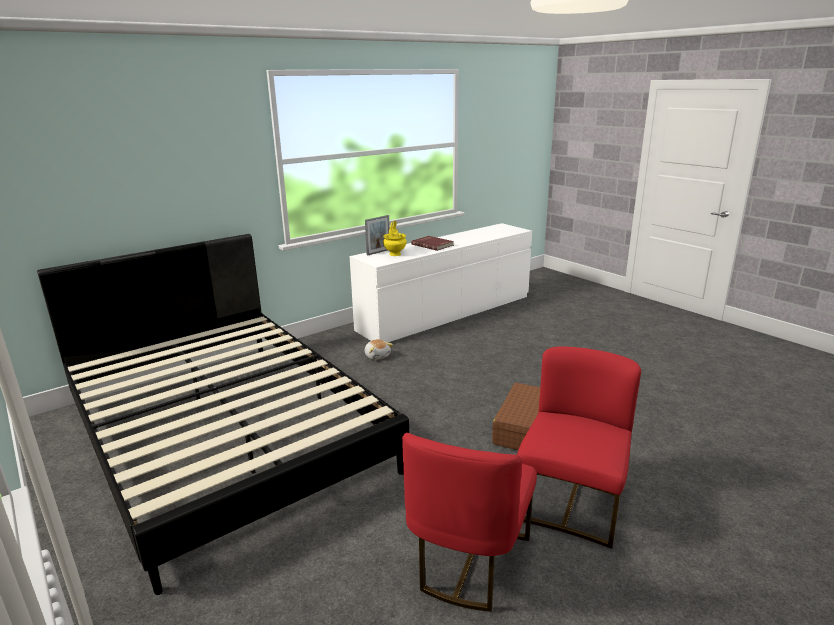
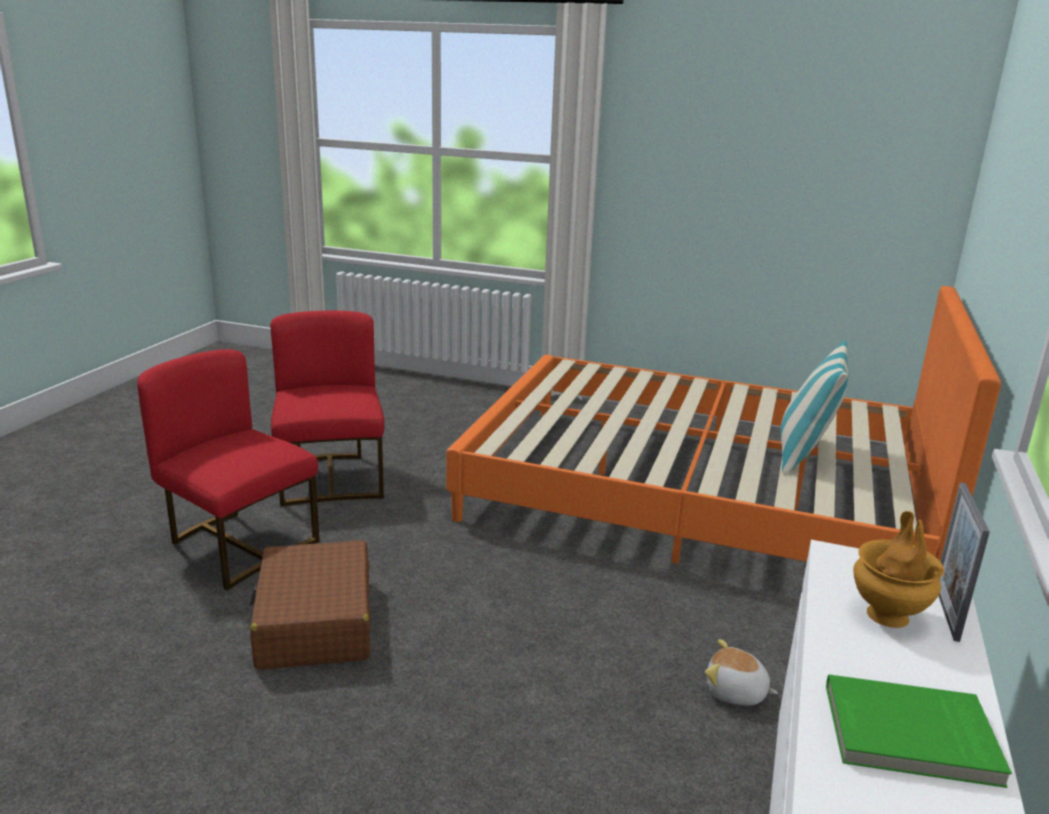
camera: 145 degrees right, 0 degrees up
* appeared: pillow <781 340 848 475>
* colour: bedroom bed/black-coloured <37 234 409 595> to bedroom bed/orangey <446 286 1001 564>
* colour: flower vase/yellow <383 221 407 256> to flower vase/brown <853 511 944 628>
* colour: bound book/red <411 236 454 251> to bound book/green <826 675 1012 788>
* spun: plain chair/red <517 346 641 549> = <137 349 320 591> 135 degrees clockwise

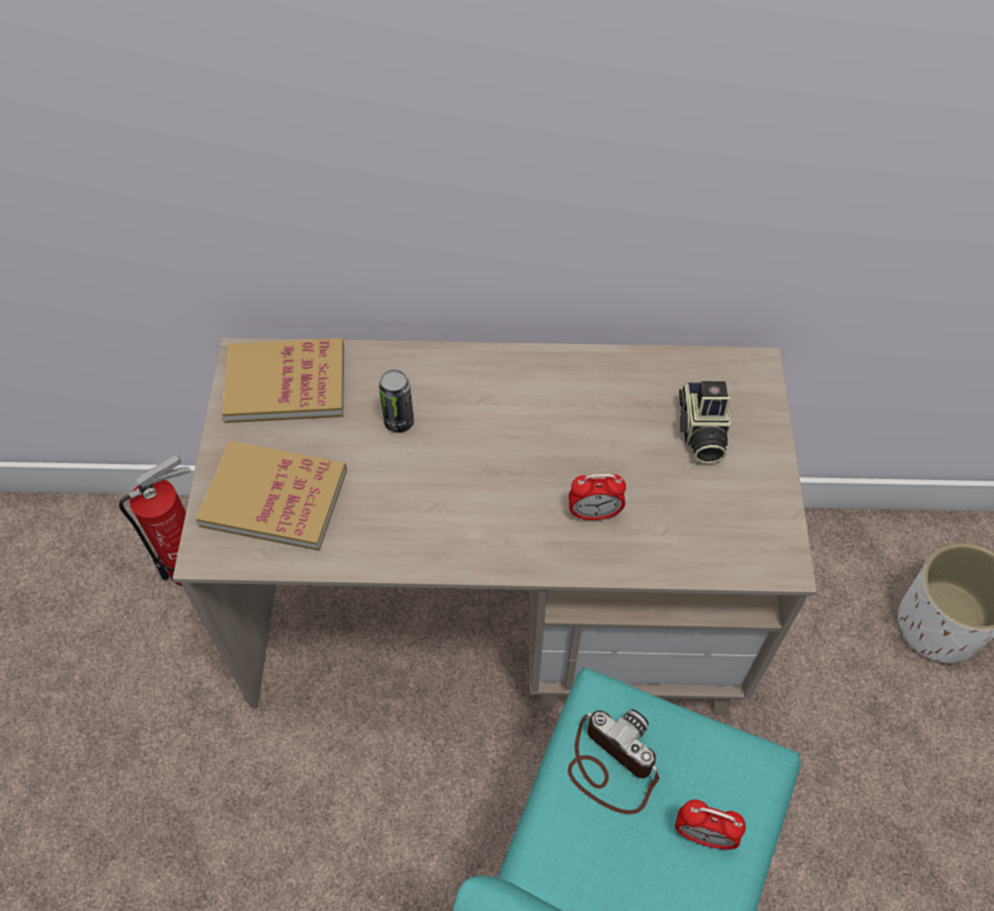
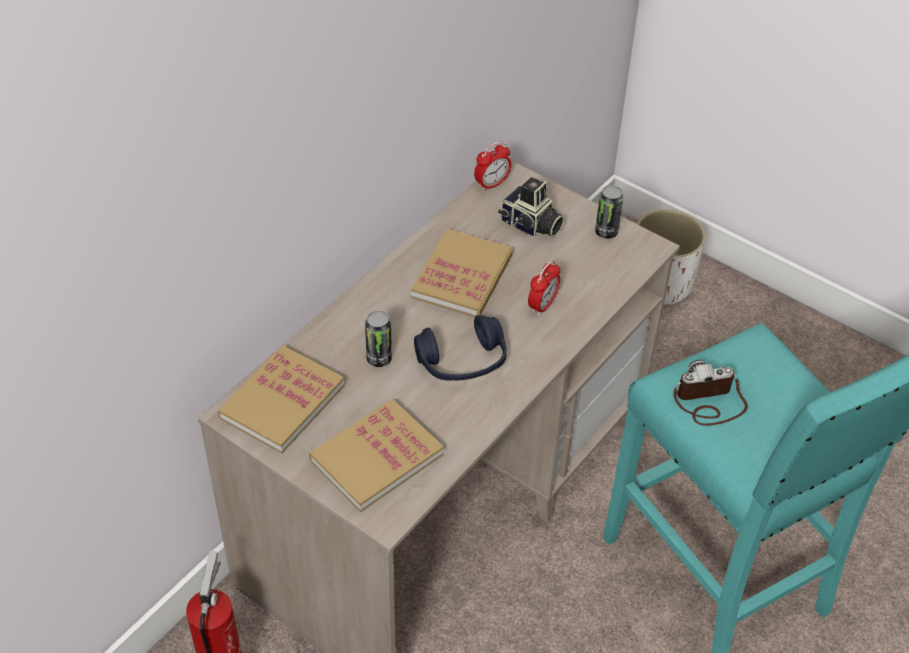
camera: 55 degrees left, 10 degrees down
* appeared: bound book <411 229 513 317>
* appeared: pair of headphones/blue-coloured <414 315 507 381>
* appeared: metal can <595 185 623 239>
* relocated: bedside clock <675 799 746 850> to <474 141 511 191>

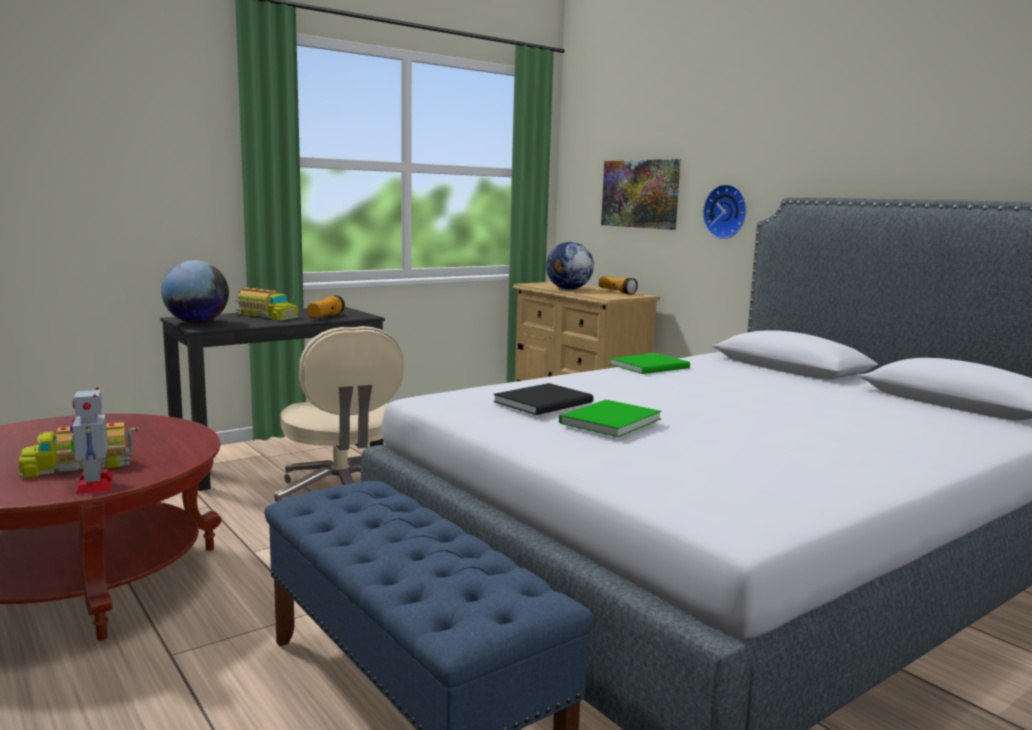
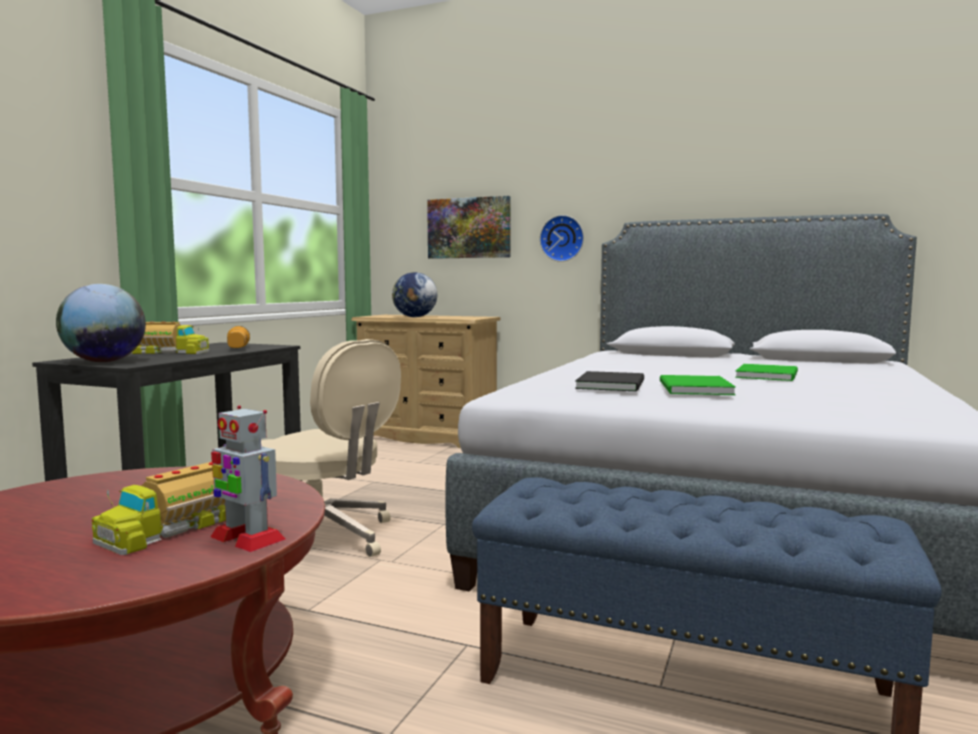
camera: 30 degrees left, 5 degrees down
* missing: flashlight <599 276 638 294>
* relocated: bound book/green <610 353 690 374> to <735 364 798 381>

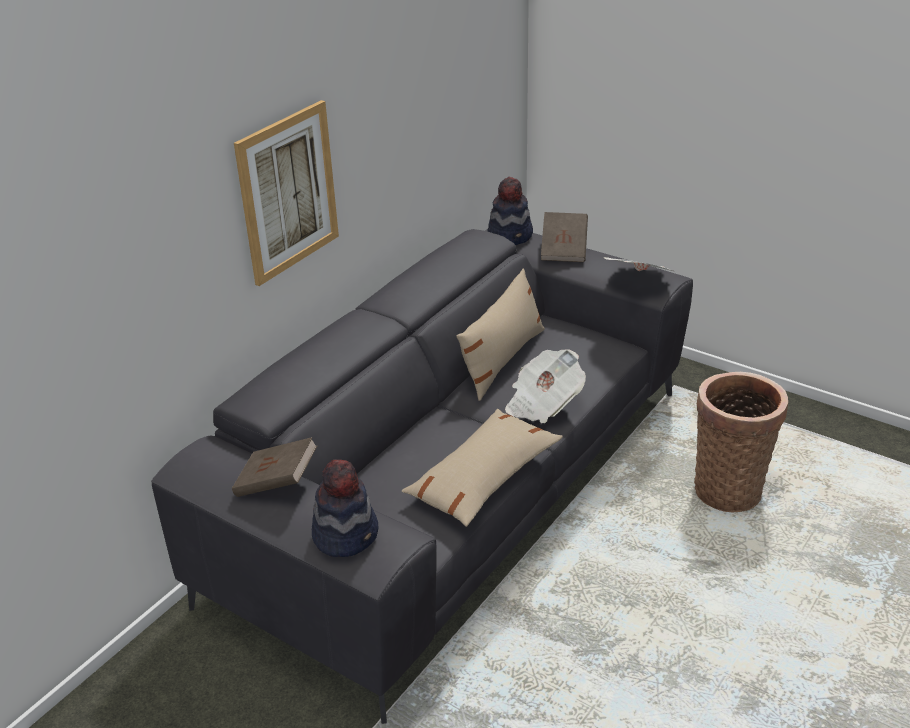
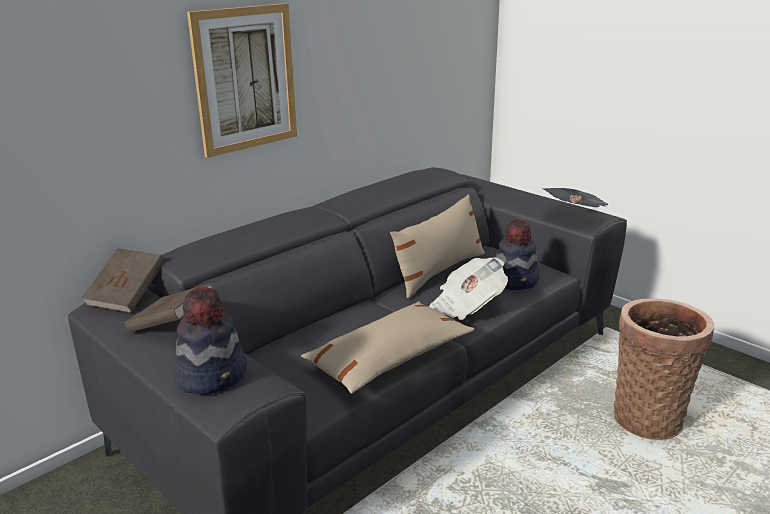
camera: 10 degrees right, 10 degrees down
* relocated: clothing hat <487 177 533 245> to <495 218 540 290>
* relocated: bound book/brown <541 212 588 262> to <82 248 165 313>

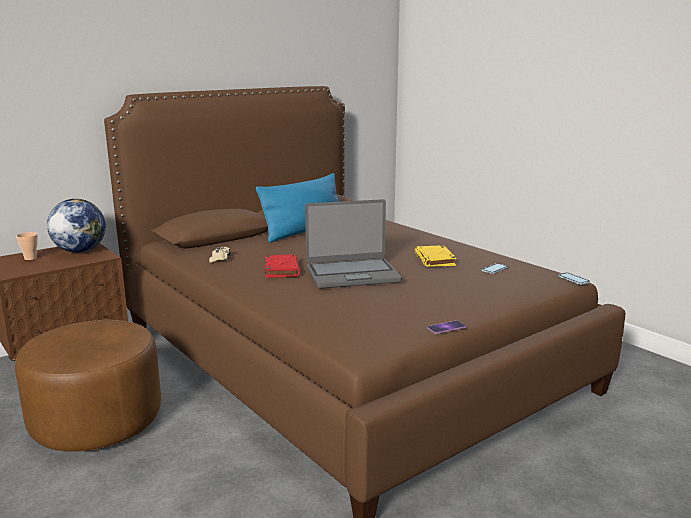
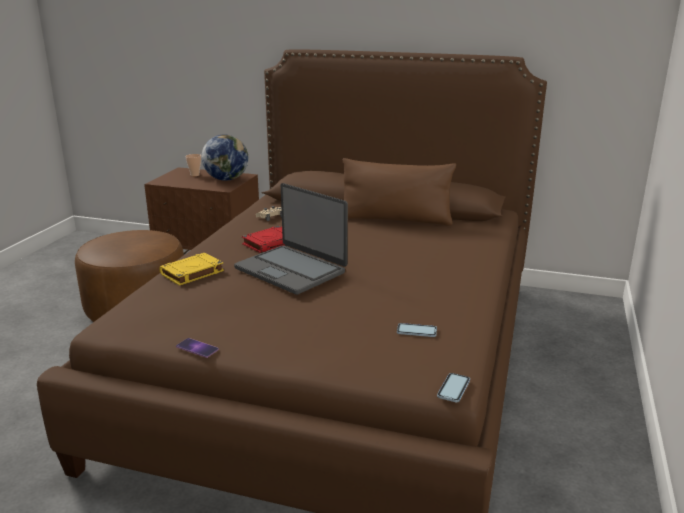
camera: 55 degrees right, 5 degrees up
* relocated: bound book/yellow <414 245 456 267> to <159 253 224 285>
* colour: pillow/blue-coloured <256 173 339 243> to pillow/brown <343 158 456 226>

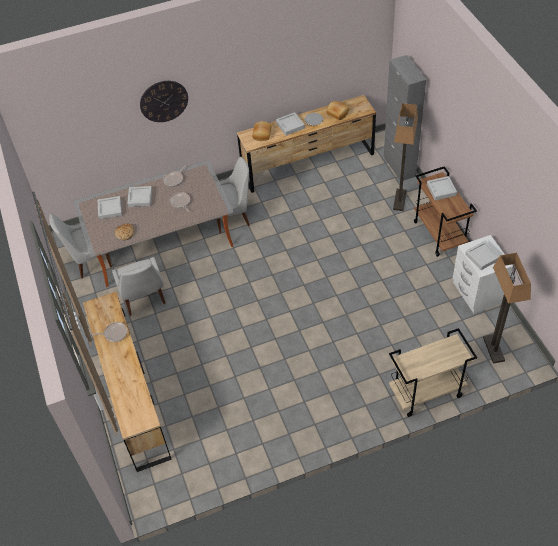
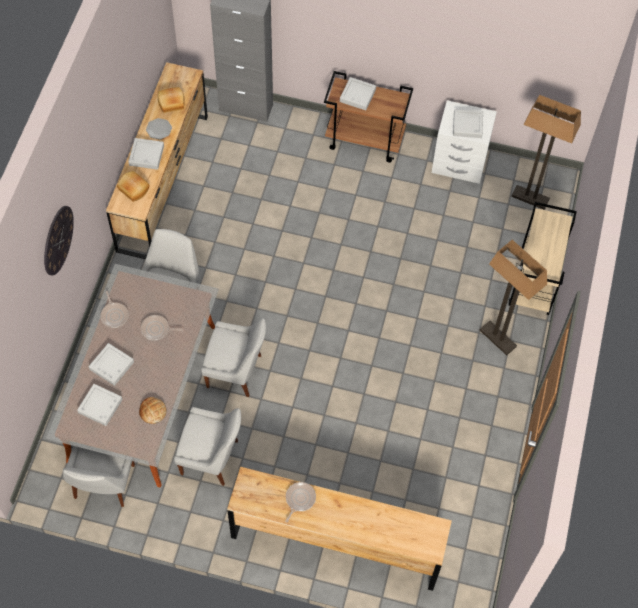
camera: 60 degrees left, 10 degrees up
* appeared: plain chair/white <201 318 266 397>
* relocated: standard lamp <393 103 418 211> to <480 240 547 355>

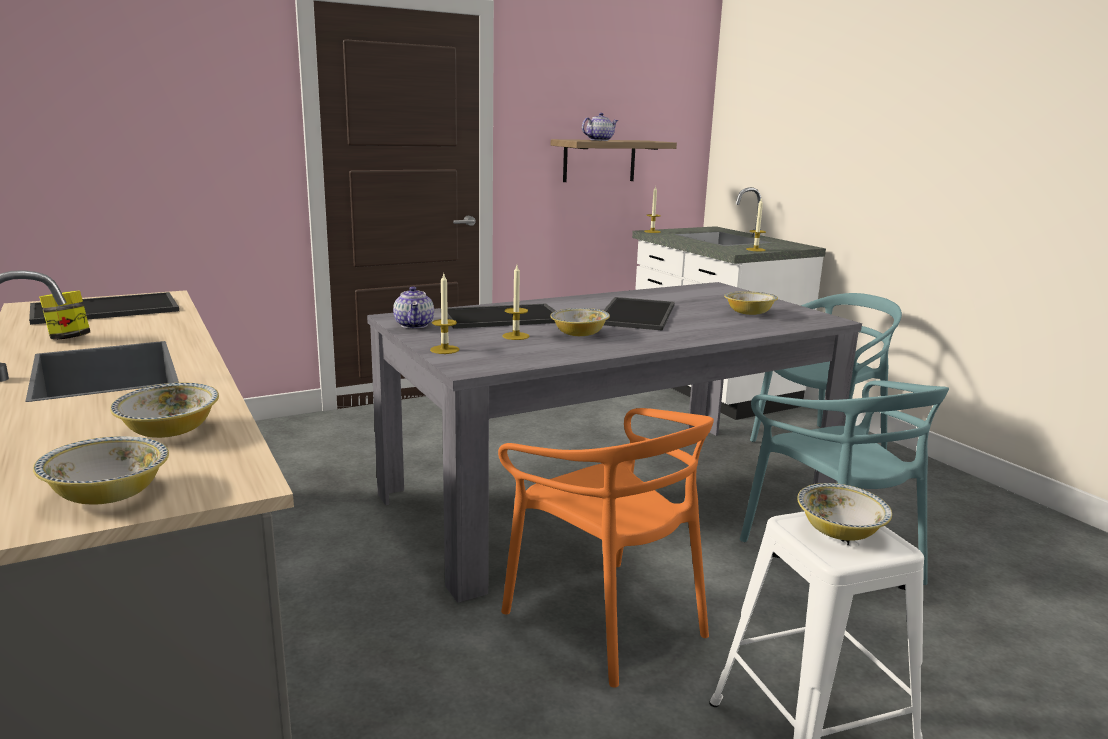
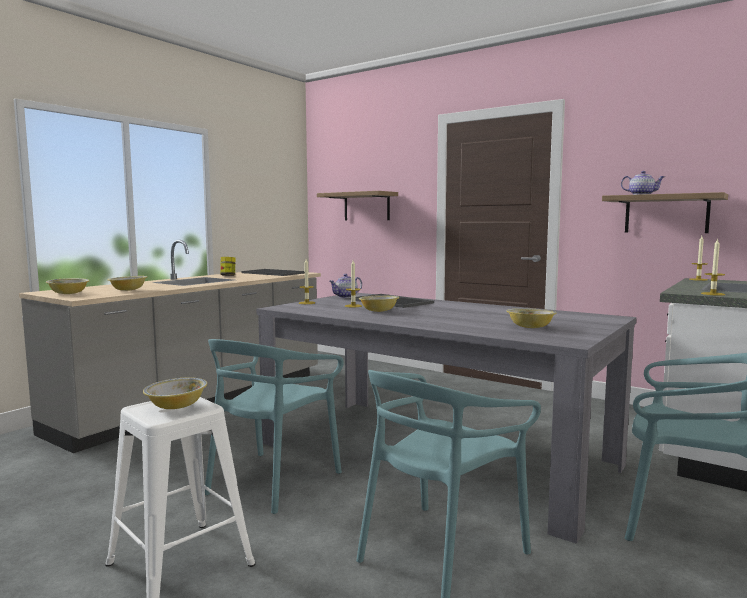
camera: 65 degrees right, 10 degrees down
* missing: carrying tray <603 297 675 331>
* appeared: bracket shelf <317 191 398 220>
* colour: plain chair/orangey <498 408 714 687> to plain chair/turquoise-coloured <205 339 344 514>

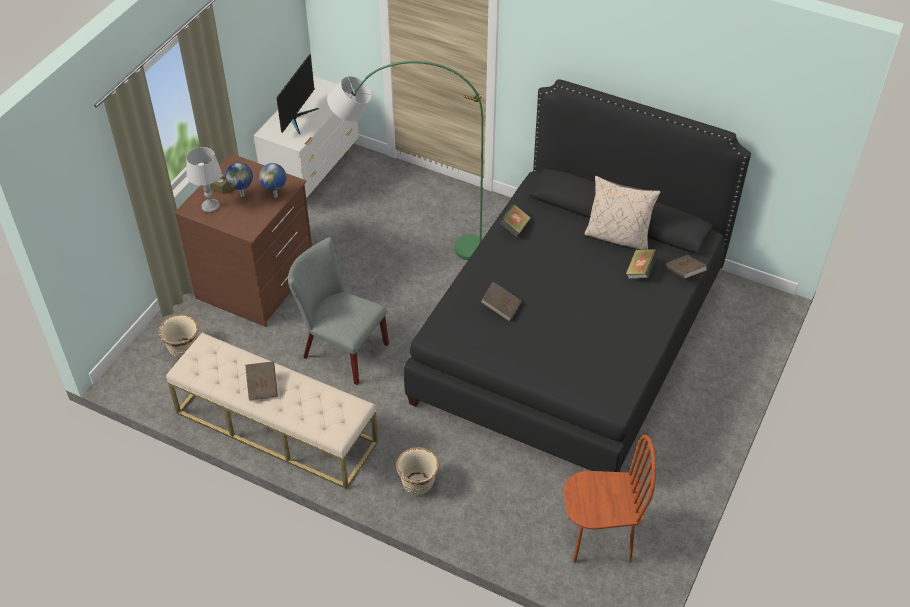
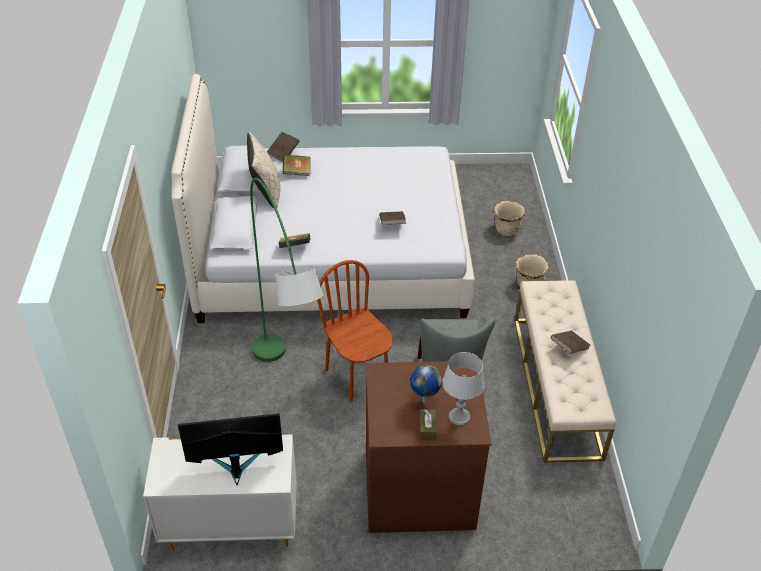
camera: 120 degrees left, 5 degrees down
* missing: world globe <259 163 287 198>
* relocated: flower pot/beige-coloured <159 314 199 358> to <493 200 526 236>
* relocated: plain chair/brown <564 435 656 563> to <317 260 393 402>
* colour: bedroom bed/black-coloured <404 79 751 472> to bedroom bed/white <171 74 475 323>

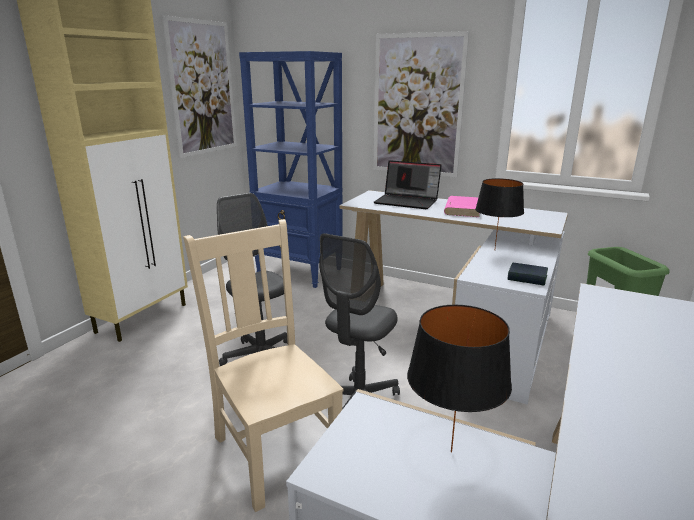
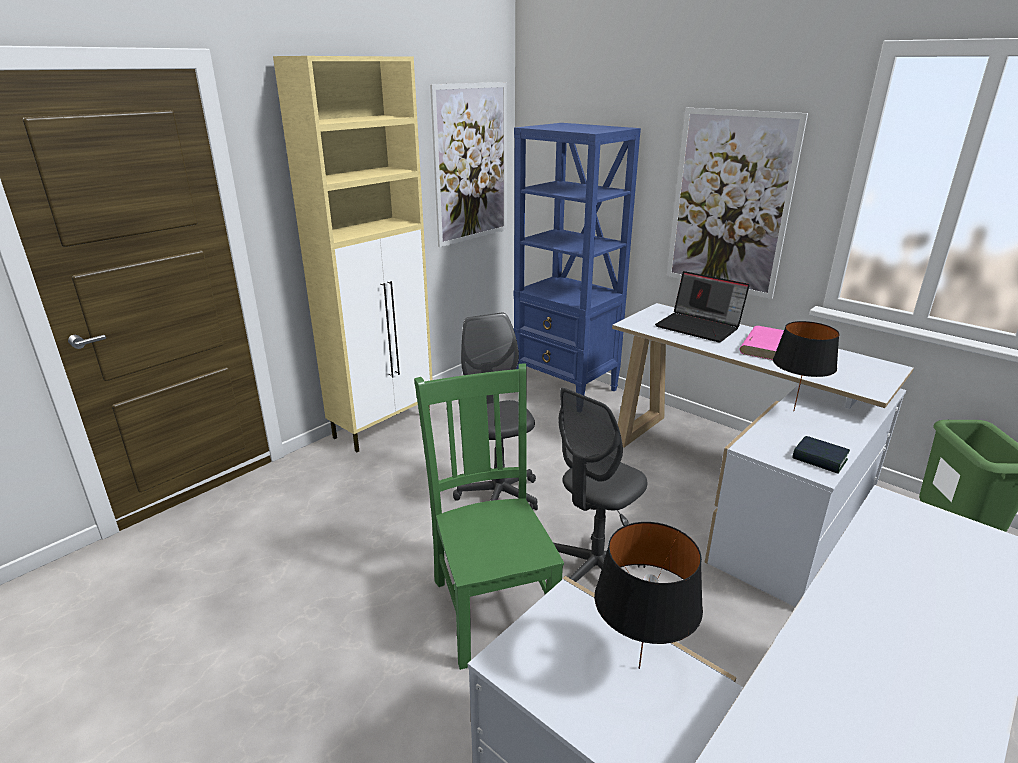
camera: 15 degrees right, 5 degrees up
* colour: plain chair/beige-coloured <183 219 343 512> to plain chair/green <414 364 564 670>

